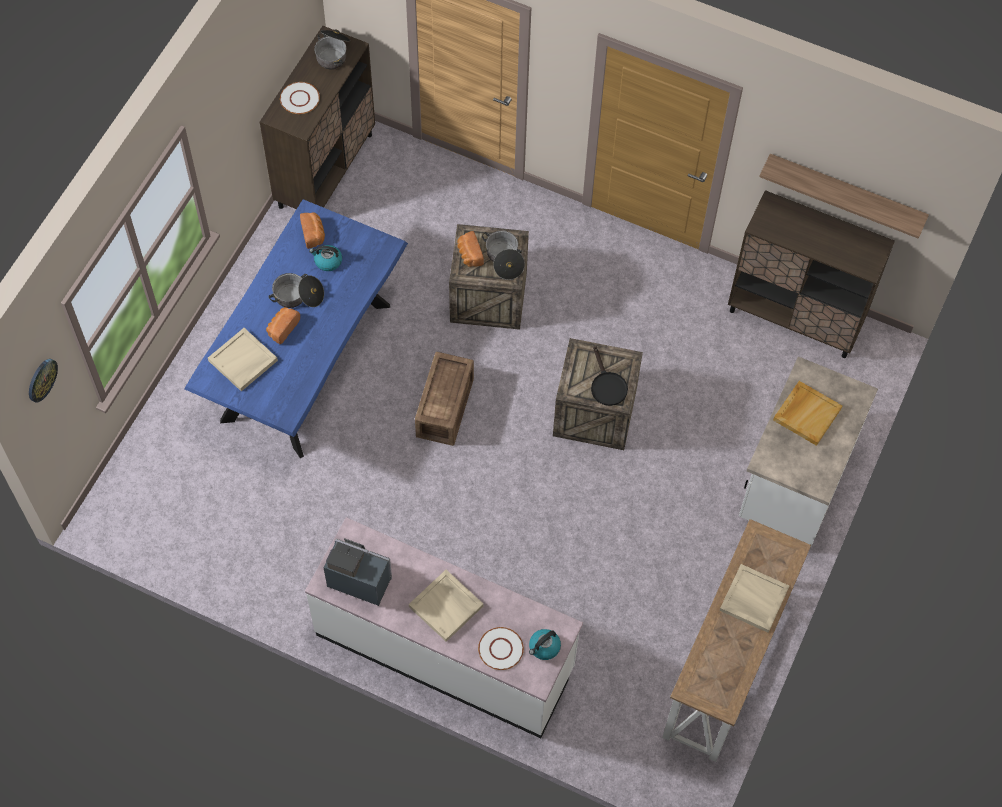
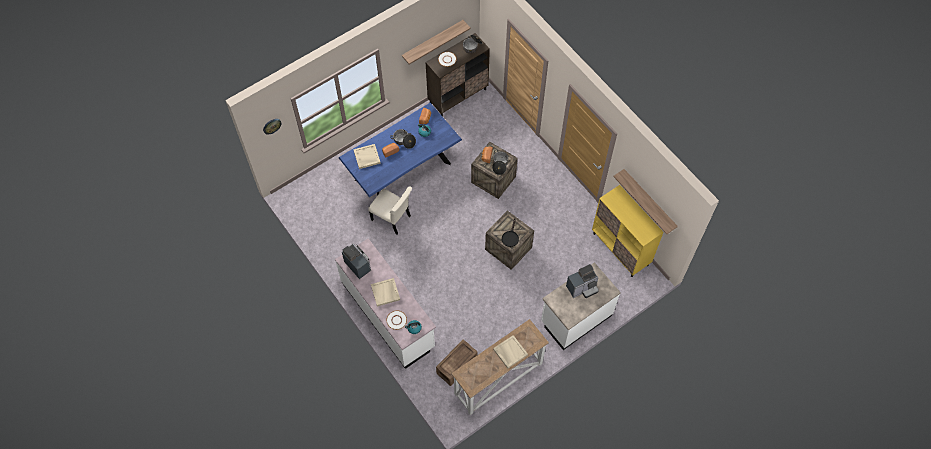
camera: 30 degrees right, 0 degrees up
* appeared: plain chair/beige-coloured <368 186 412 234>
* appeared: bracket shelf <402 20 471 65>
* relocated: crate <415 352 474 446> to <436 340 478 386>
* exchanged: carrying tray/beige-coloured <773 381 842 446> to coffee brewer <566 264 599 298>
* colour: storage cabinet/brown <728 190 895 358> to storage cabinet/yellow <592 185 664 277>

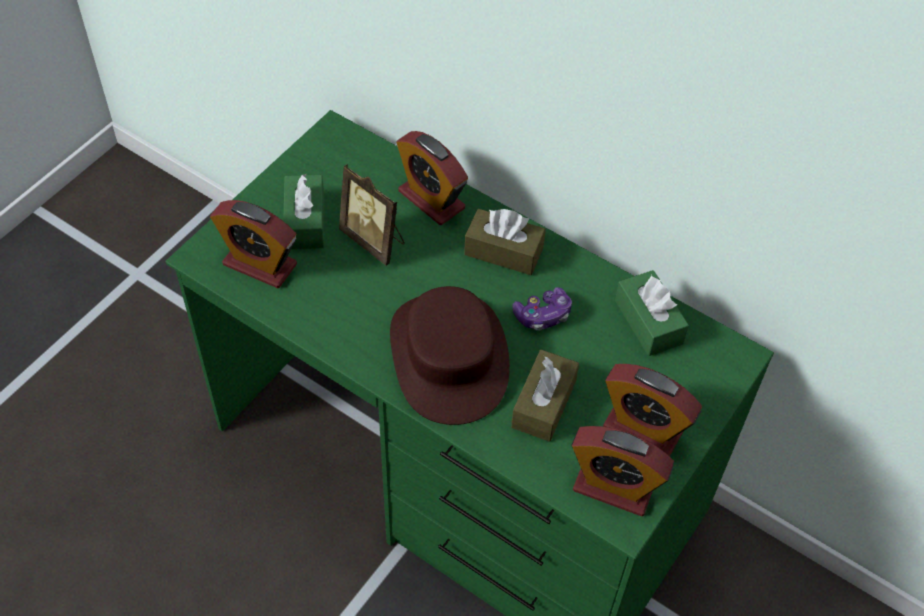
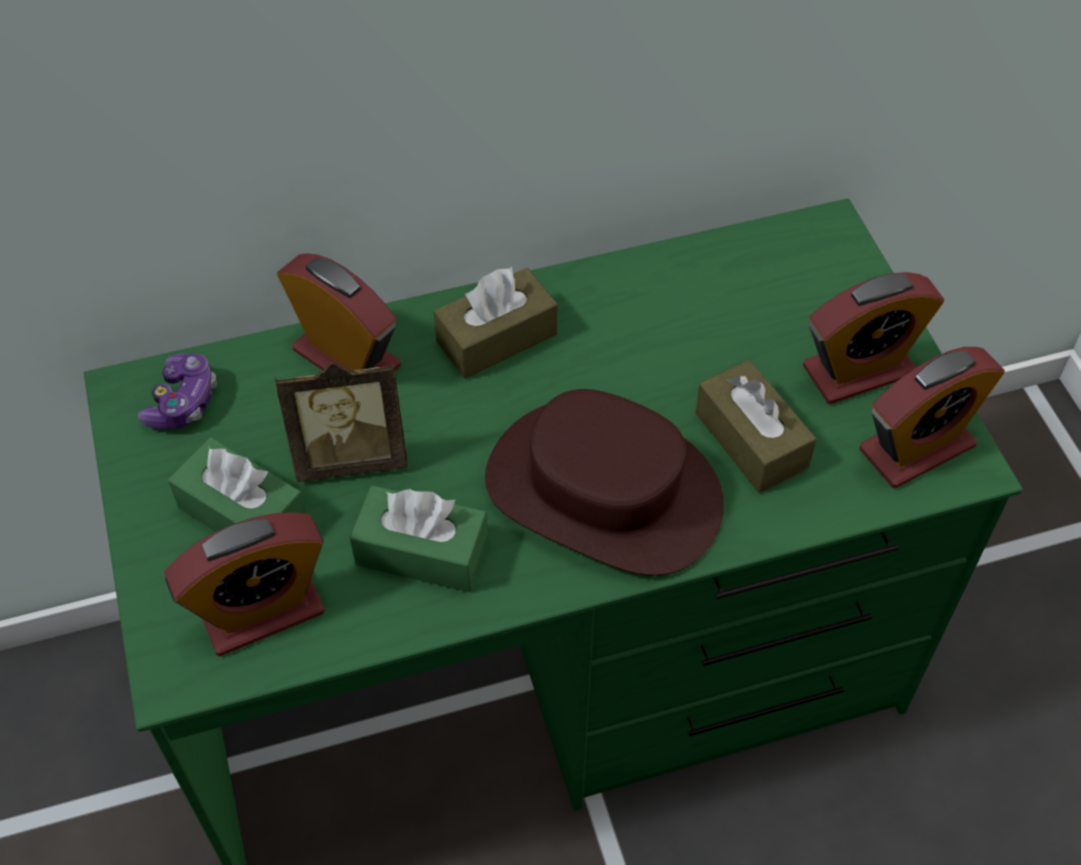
camera: 50 degrees left, 0 degrees up
* relocated: game controller <512 287 572 331> to <138 353 217 429>
* relocated: box of tissues/green <615 270 689 356> to <350 485 488 592>
* spun: bedside clock <396 131 468 225> = <277 253 401 371> 135 degrees counterclockwise

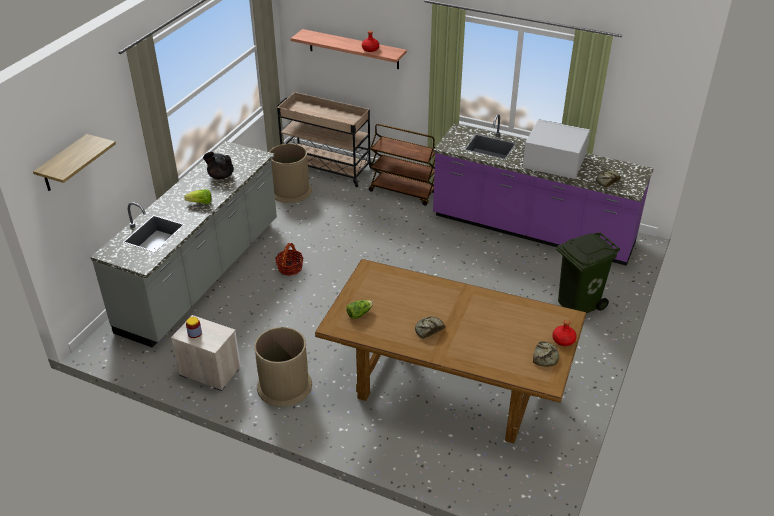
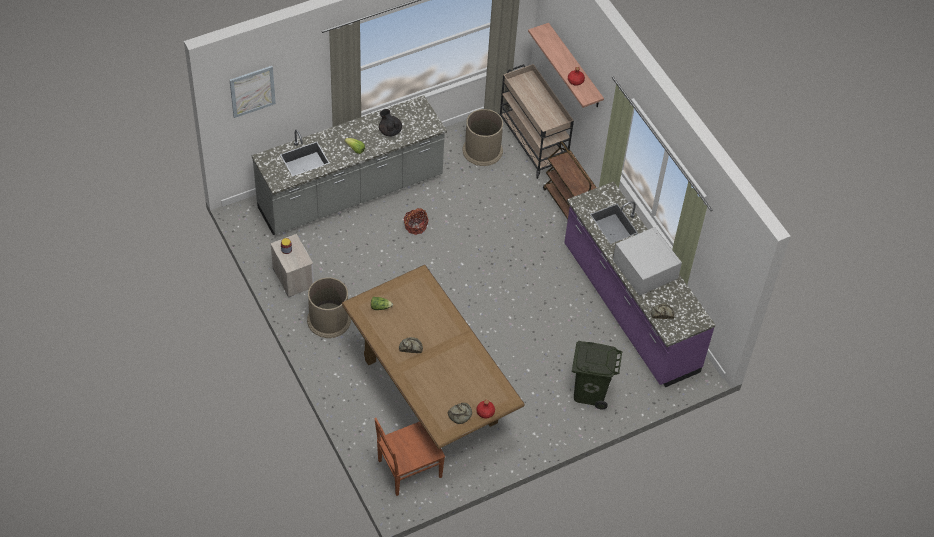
camera: 35 degrees right, 15 degrees up
* appeared: plain chair/brown <374 418 445 496>
* exchanged: bracket shelf <33 134 116 191> to wall art <230 66 276 118>

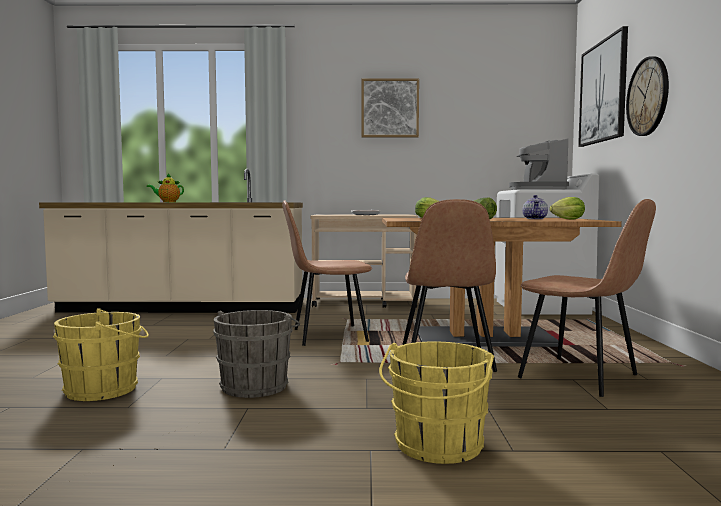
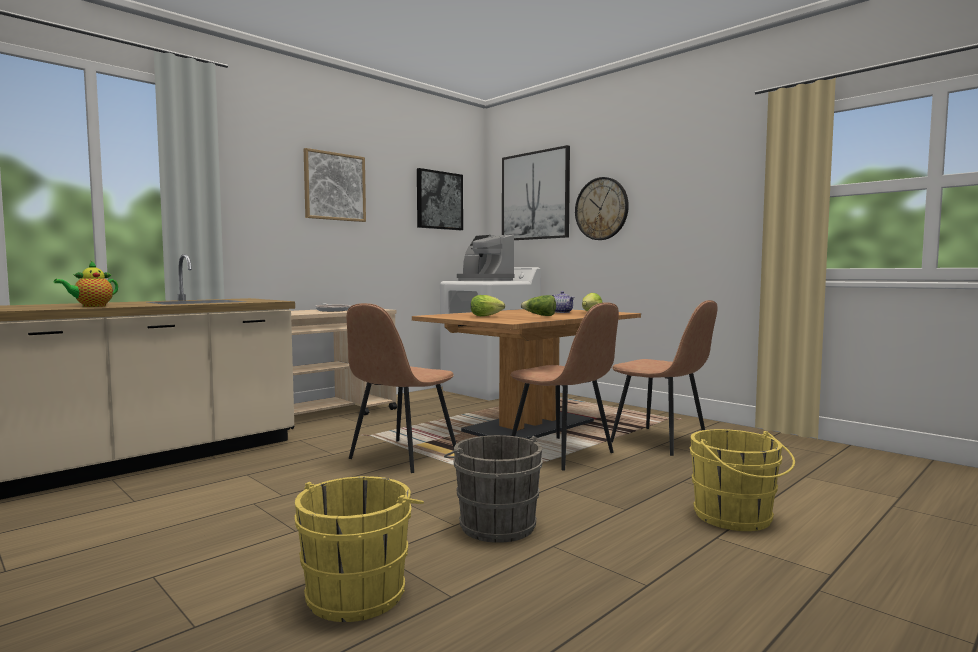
camera: 45 degrees left, 0 degrees up
* appeared: wall art <417 168 463 230>
* spun: plain chair/brown <518 199 656 397> = <611 300 718 456> 45 degrees clockwise

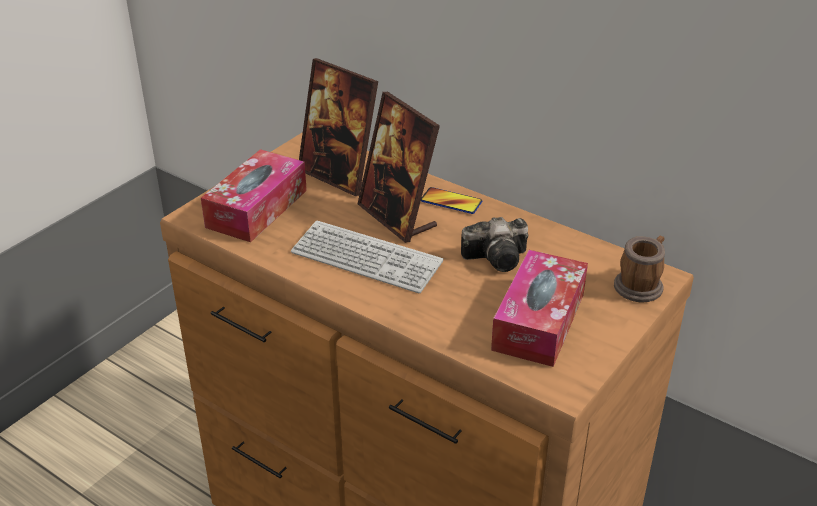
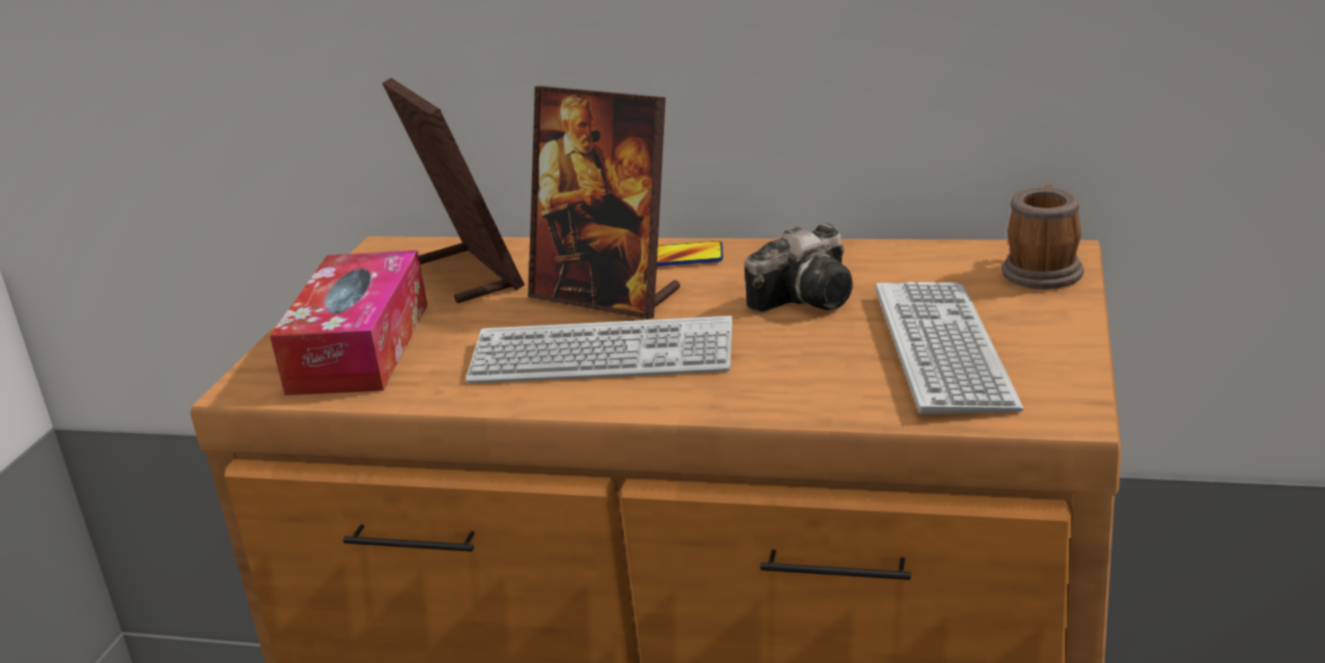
camera: 20 degrees left, 10 degrees down
* exchanged: box of tissues <491 250 588 367> to PC keyboard <876 282 1024 414>
* spun: picture frame <299 58 378 196> = <382 78 525 304> 135 degrees counterclockwise

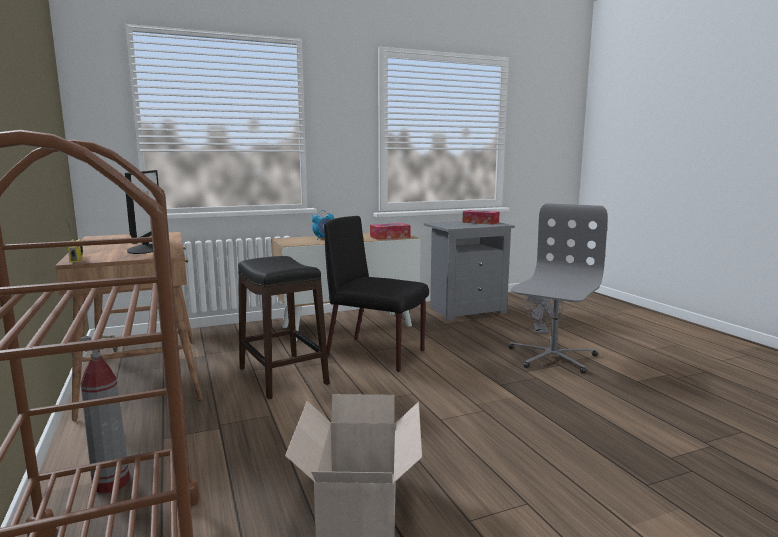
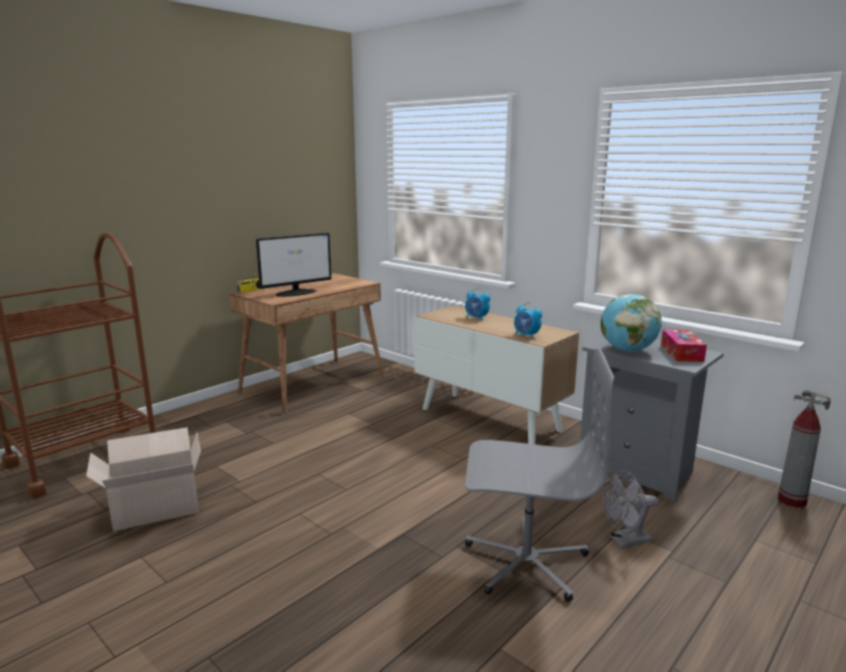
camera: 65 degrees right, 5 degrees up
* missing: sitting stool/black-coloured <238 256 329 399>
* missing: plain chair/black-coloured <324 216 429 372>
* appeared: world globe <601 294 662 352>
* relocated: fire extinguisher <71 335 130 493> to <778 390 831 508>
* exchanged: box of tissues <370 223 411 240> to bedside clock <514 302 542 339>

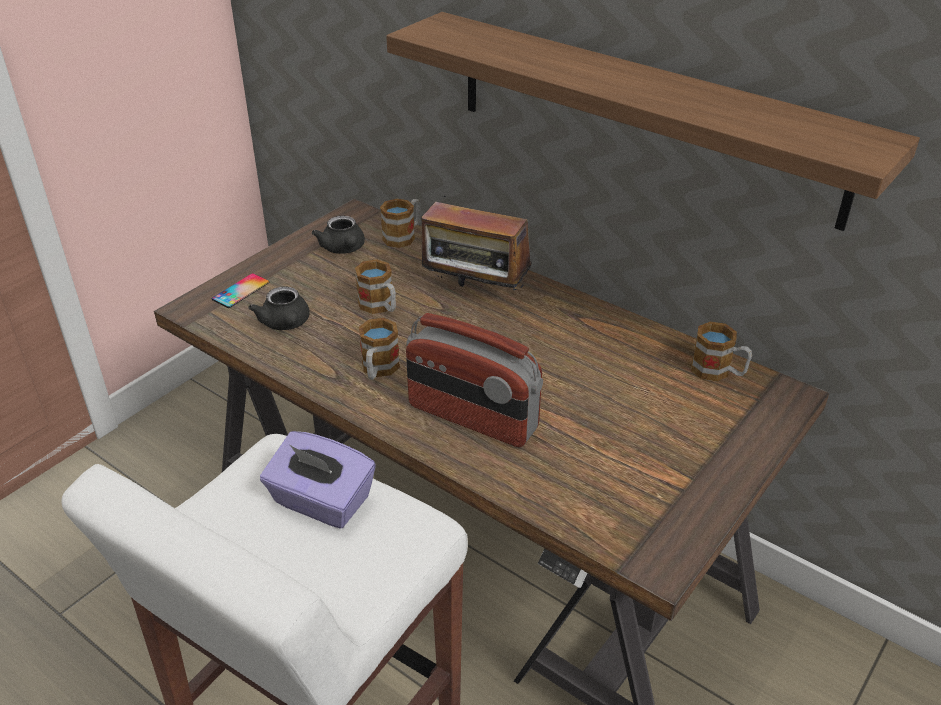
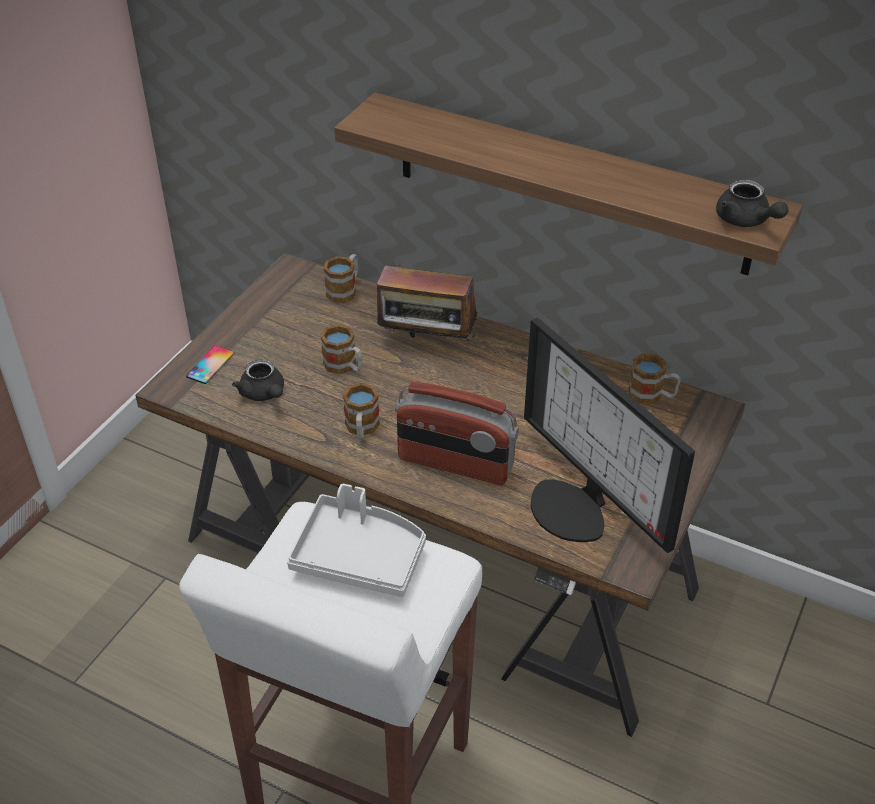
camera: 10 degrees left, 5 degrees up
* appeared: computer screen <524 318 695 553>
* relocated: tea pot/black-coloured <312 216 365 254> to <716 180 789 227>
* exchanged: box of tissues/purple <260 431 376 529> to carrying tray/grey <287 484 426 597>

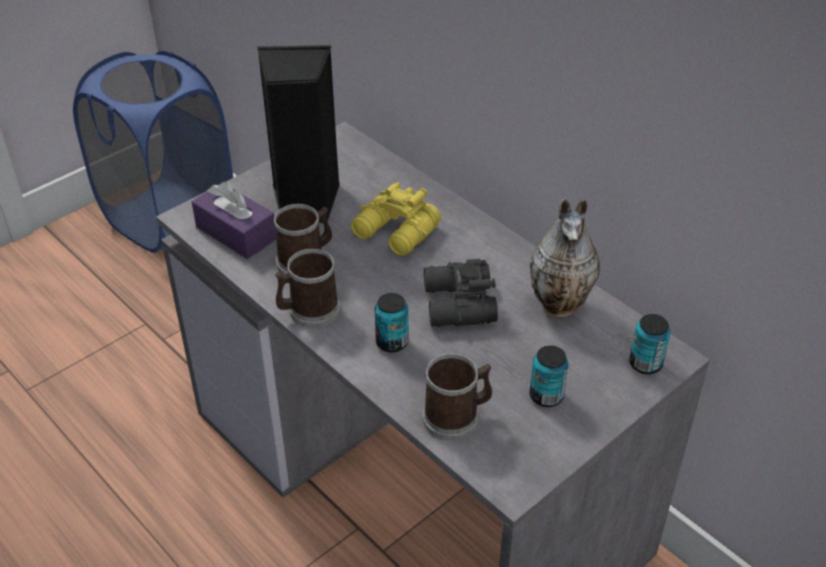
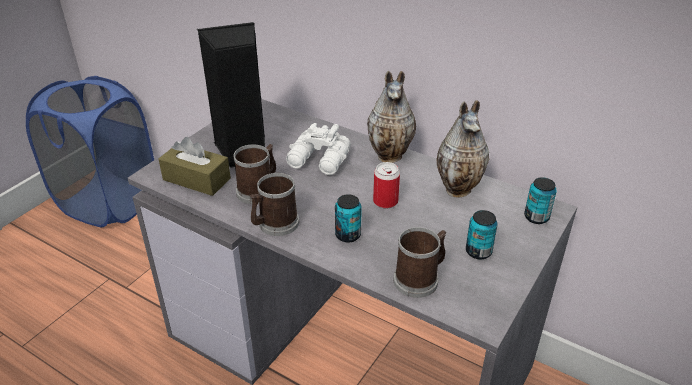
camera: 15 degrees left, 5 degrees down
* appeared: flower vase <367 71 416 163>
* exchanged: binoculars/black-coloured <424 259 498 327> to metal can <373 162 400 208>
* colour: box of tissues/purple <192 182 276 259> to box of tissues/brown <159 137 231 196>
* colour: binoculars/yellow <351 182 441 256> to binoculars/white <286 123 351 175>

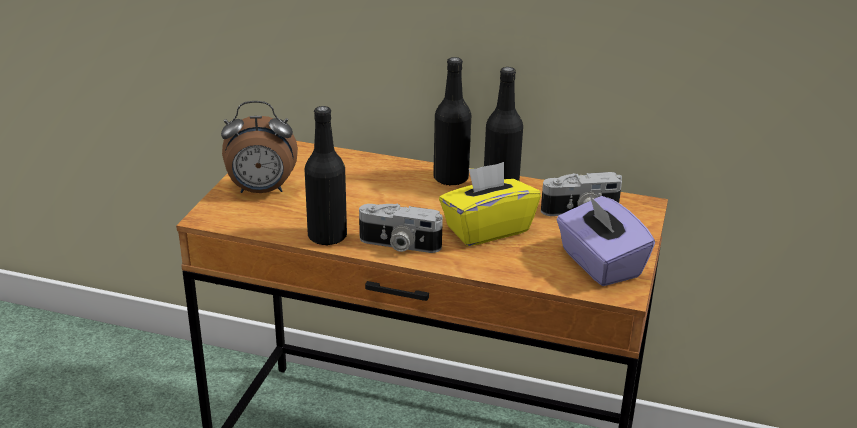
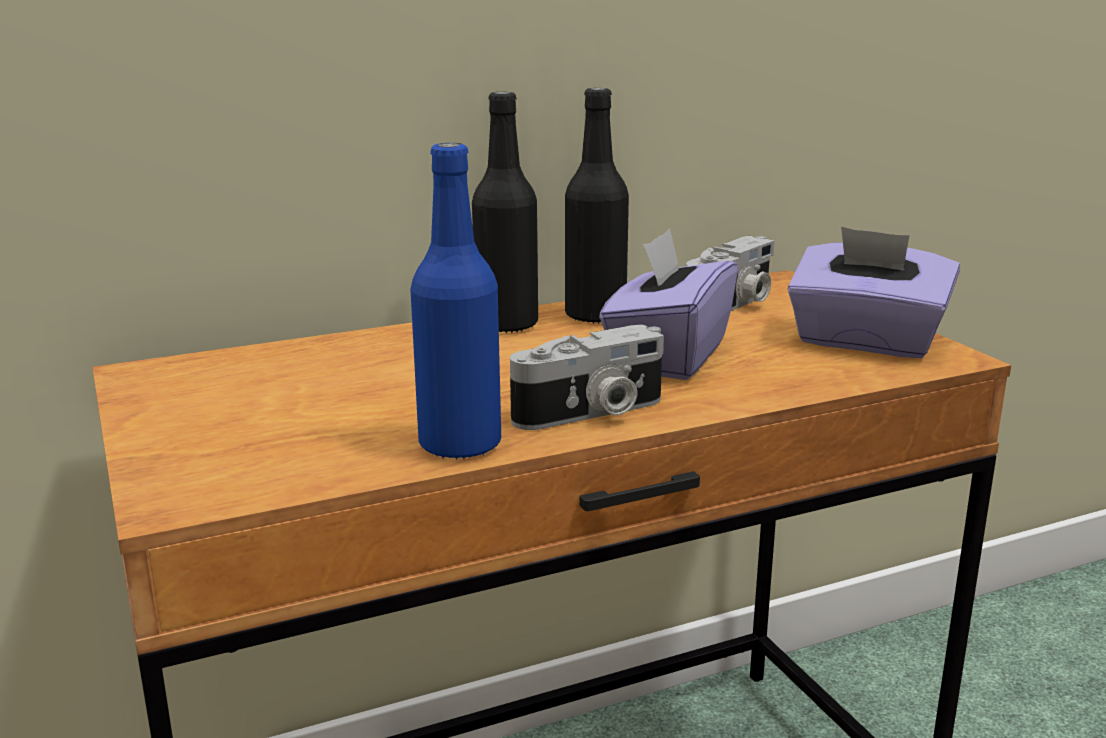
camera: 40 degrees left, 10 degrees down
* missing: bedside clock <221 101 298 193>
* colour: drink bottle/black-coloured <304 106 347 246> to drink bottle/blue-coloured <410 143 501 460>
* colour: box of tissues/yellow <439 162 541 246> to box of tissues/purple <599 229 738 380>

